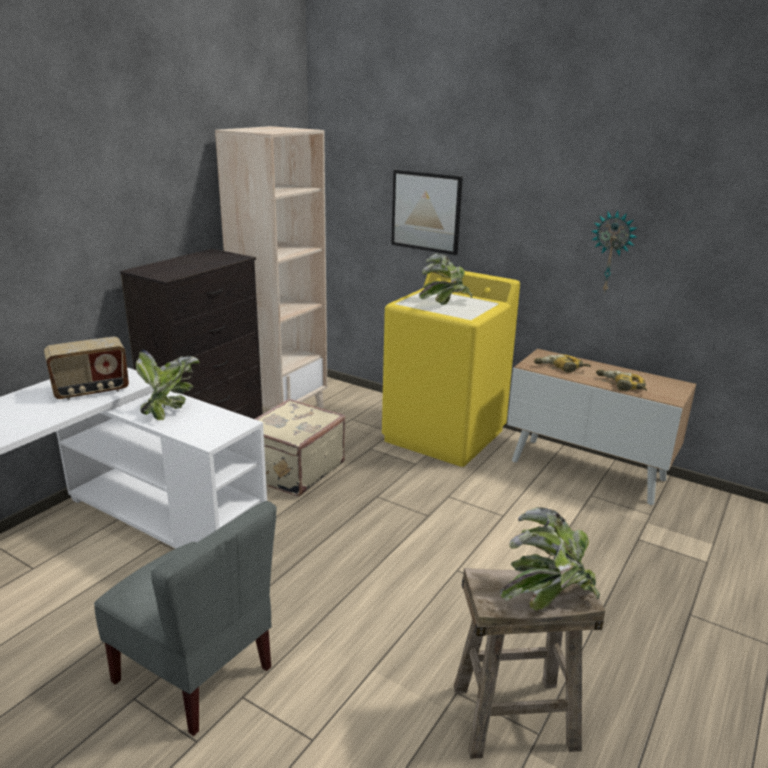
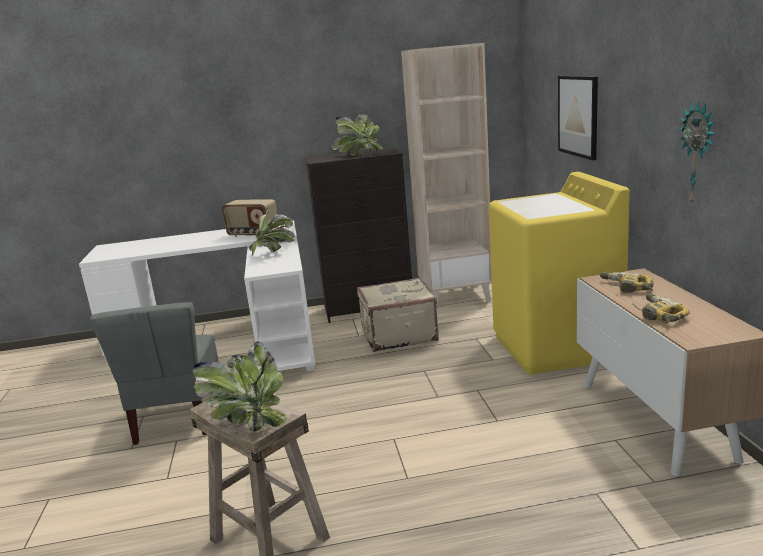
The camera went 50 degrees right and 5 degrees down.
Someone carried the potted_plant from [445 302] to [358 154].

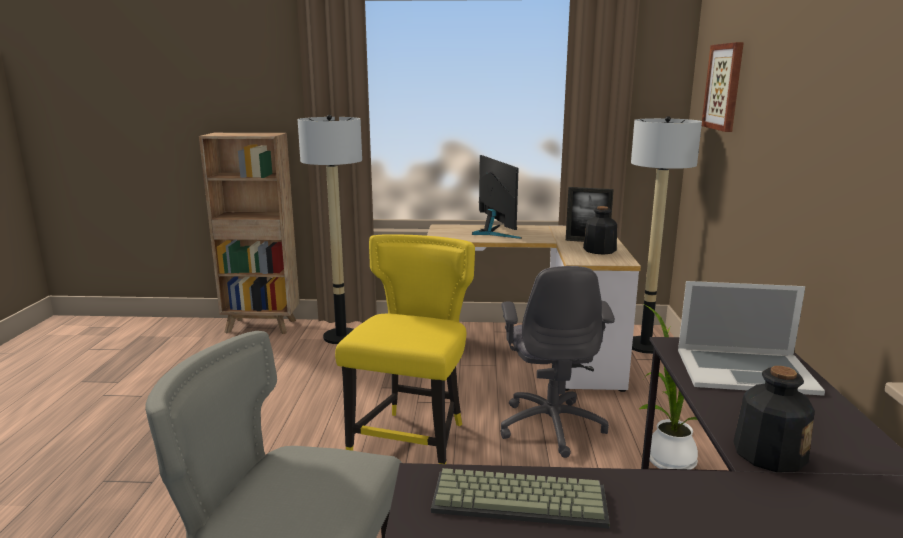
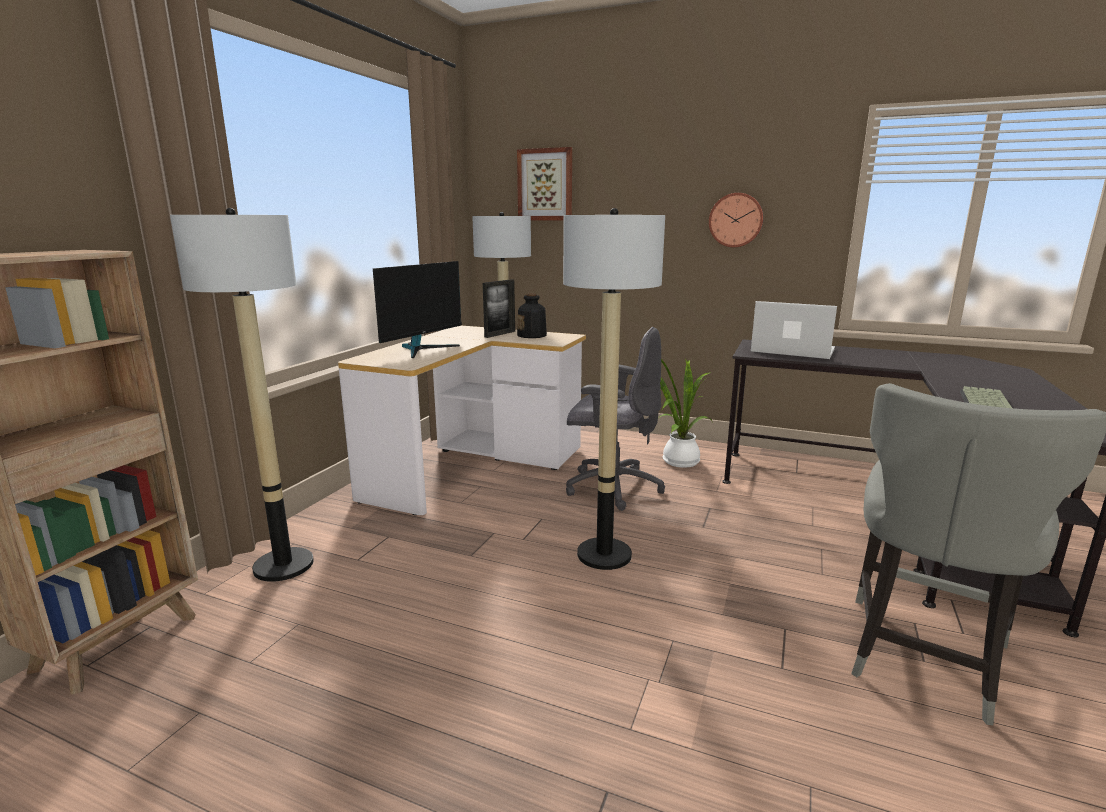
The camera went 70 degrees left and 0 degrees up.
Someone rotated the monitor at [493 232] by 120 degrees clockwise.
Someone swapped the yellow_chair at [413 441] for the floor_lamp at [604 554].
Someone rotated the laptop at [745 370] by 90 degrees counterclockwise.
Someone took away the bottle at [768 453].
Someone put up the wall_clock at [736 220].

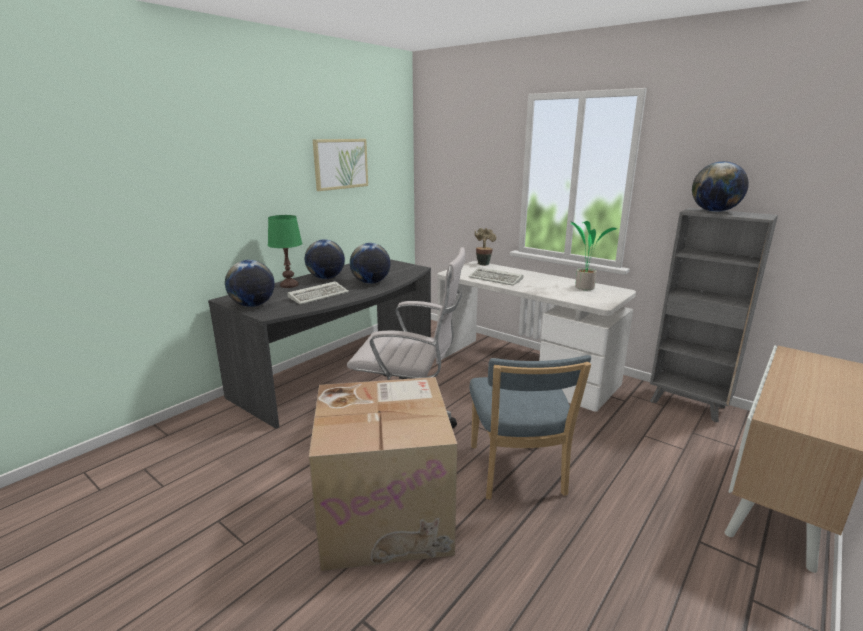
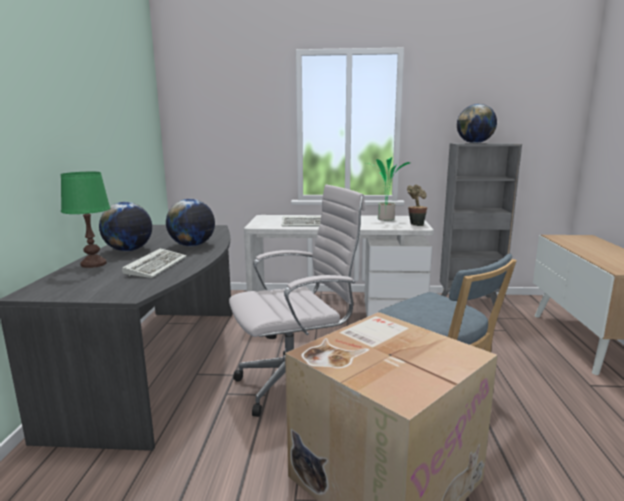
The camera went 35 degrees left and 5 degrees down.
Someone took away the picture at [340 164].
Someone carried the potted_plant from [483 263] to [416 224].
Someone took away the globe at [253 305].

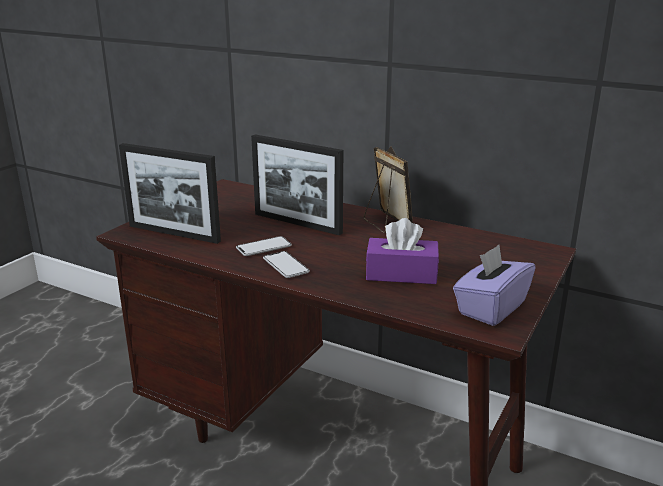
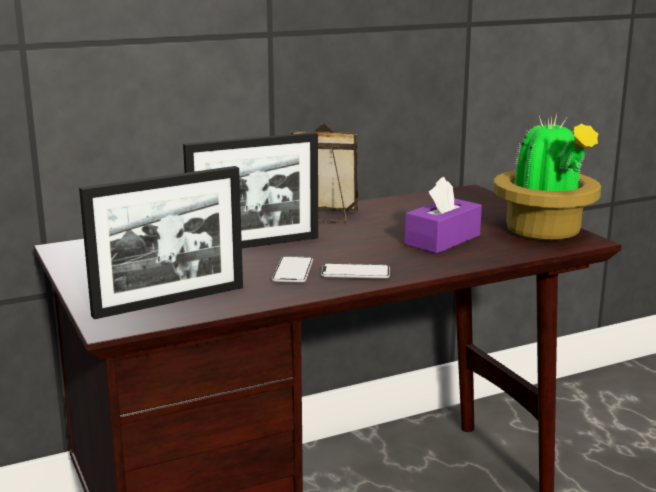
The camera went 55 degrees left and 5 degrees down.
Someone swapped the purple_tissue_box at [490 308] for the potted_plant at [544 232].

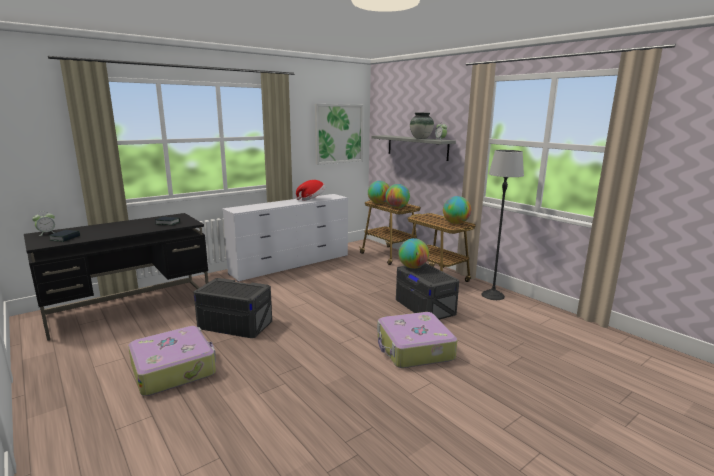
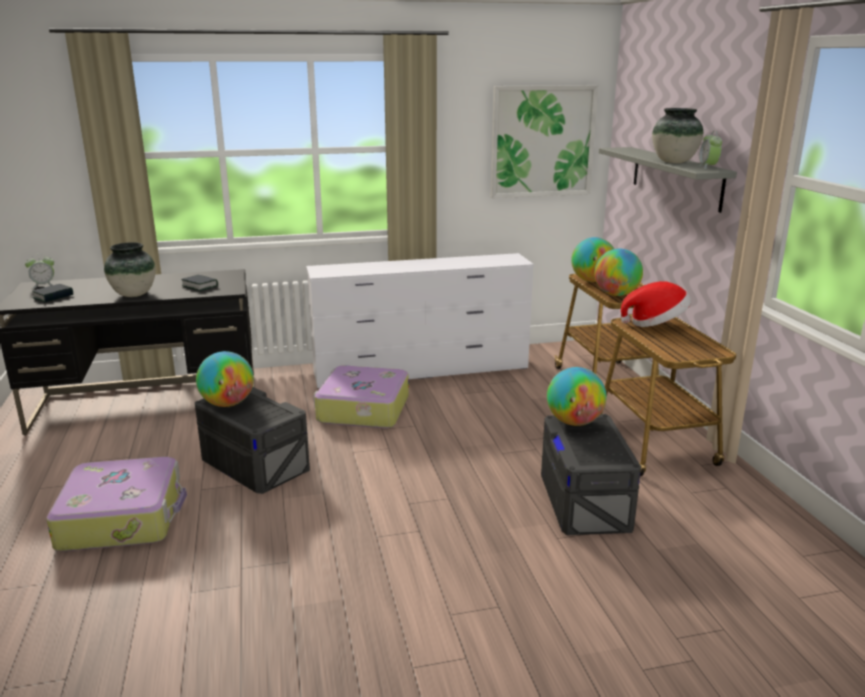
The camera went 25 degrees right and 5 degrees up.
Someone took away the floor_lamp at [493 295].
Someone carried the hat from [312 199] to [655 324].
Someone carried the globe from [456 223] to [227 404].
Someone carried the suitcase from [414 349] to [362 409].
Someone put down the vase at [134 294].

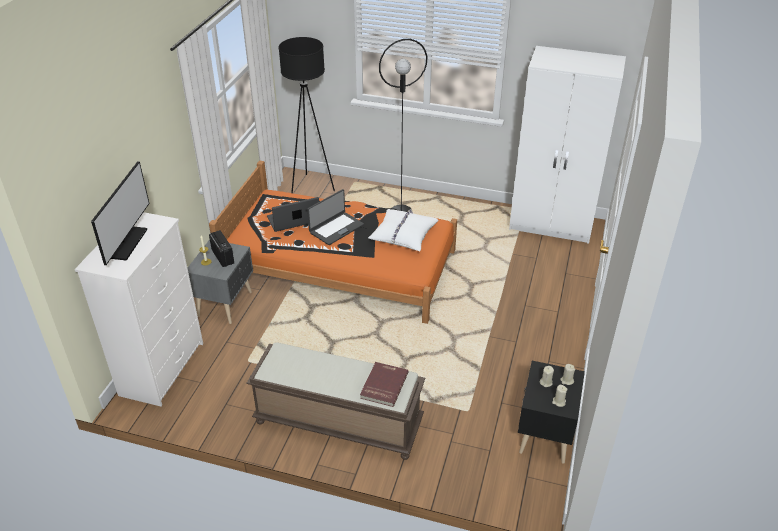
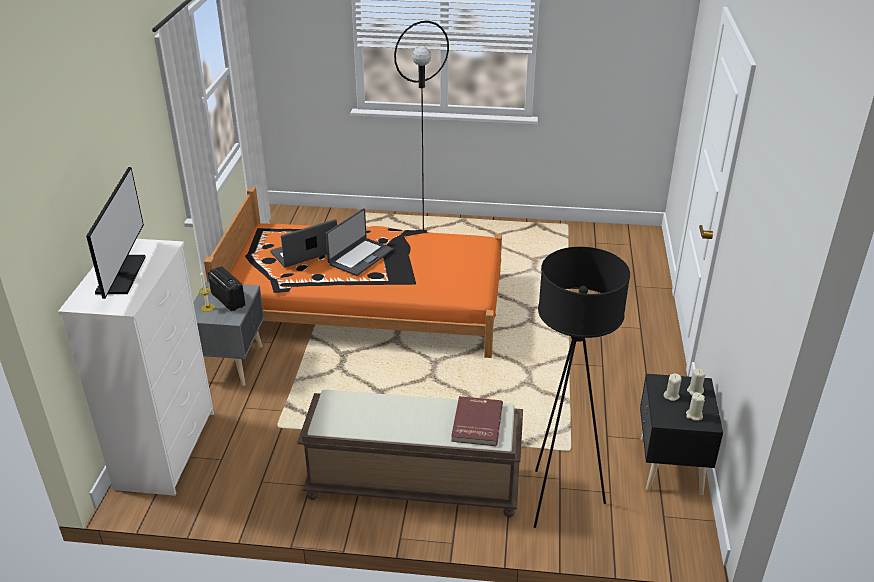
The camera went 10 degrees left and 5 degrees down.
Someone carried the black_floor_lamp from [311 187] to [559 500].
Someone took away the white_wardrobe at [552 225].
Someone took away the white_pillow at [403 235].

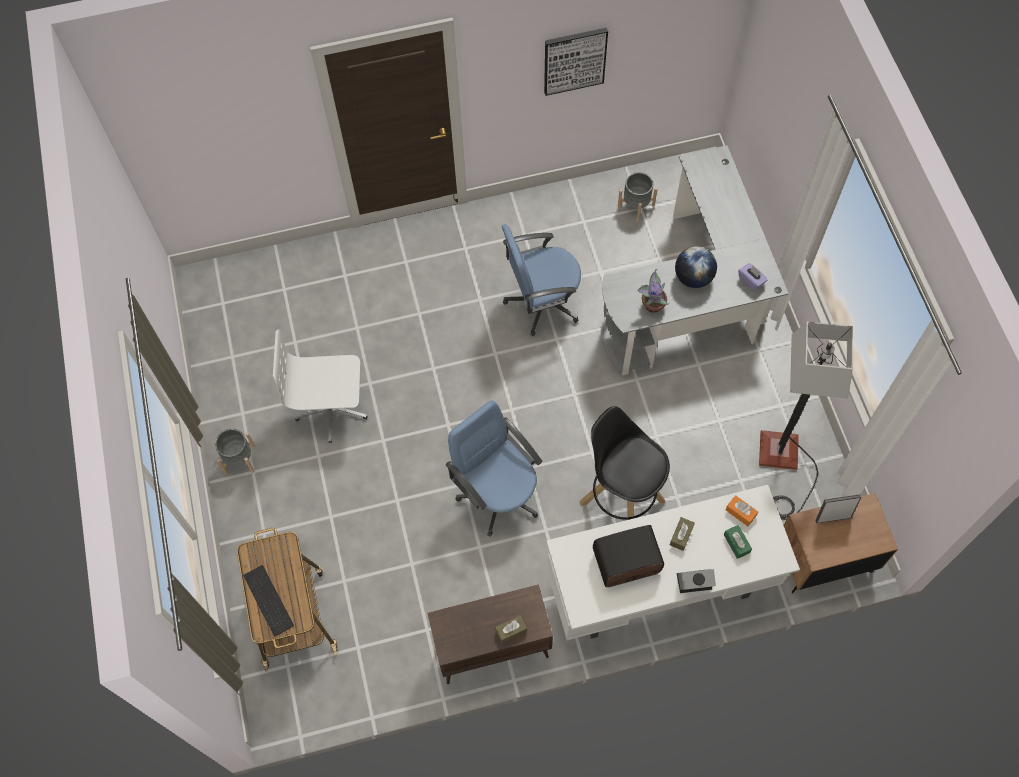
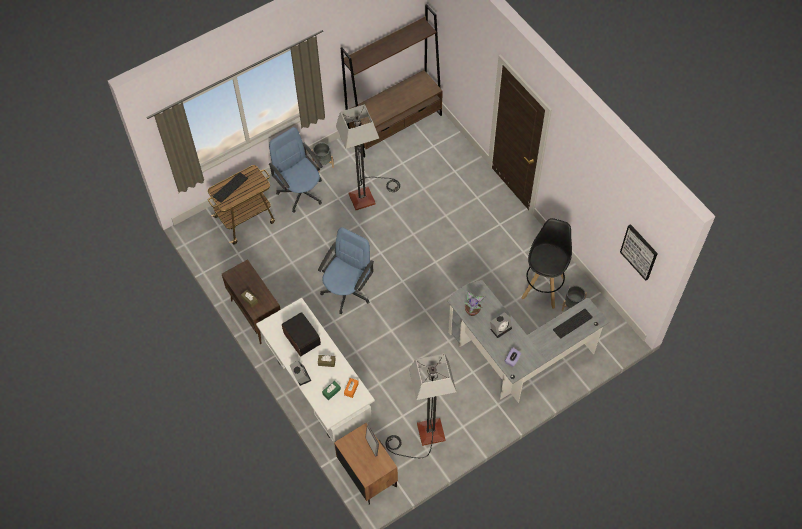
The camera went 70 degrees right and 5 degrees down.
Someone carried the picture from [574 60] to [639 252].
Someone carried the blue_office_chair from [541 302] to [301 192].
Someone swapped the globe at [693 278] for the alarm_clock at [501 328].
Someone swapped the white_office_chair at [332 409] for the floor_lamp at [368 194].
Someone carried the black_stool from [621 501] to [543 287].
Someone put down the brown_bookcase at [395 126].
Someone put down the keyboard at [573 324].

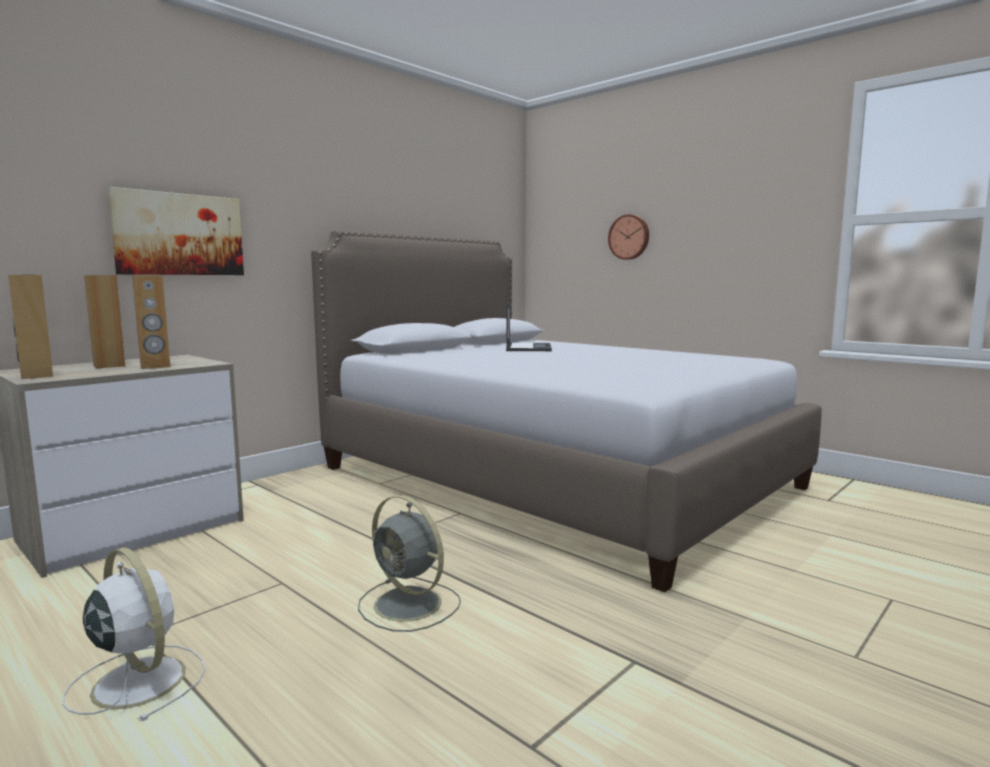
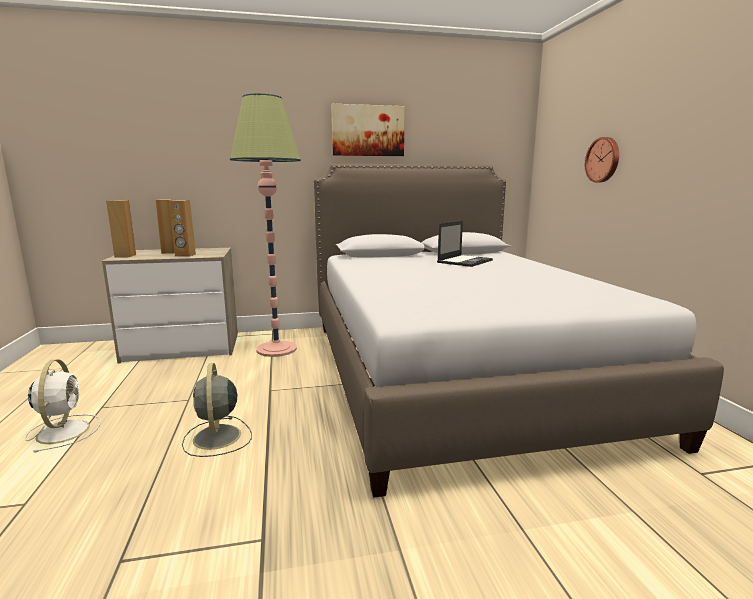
The camera went 35 degrees right and 5 degrees up.
Someone carried the picture from [179 234] to [368 131].
Someone put down the floor_lamp at [276 349].

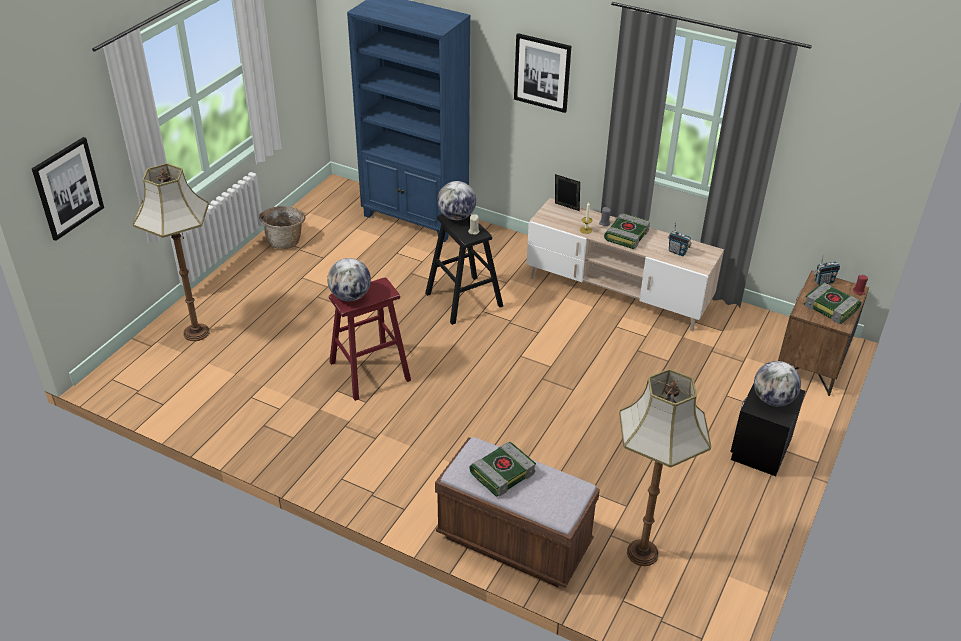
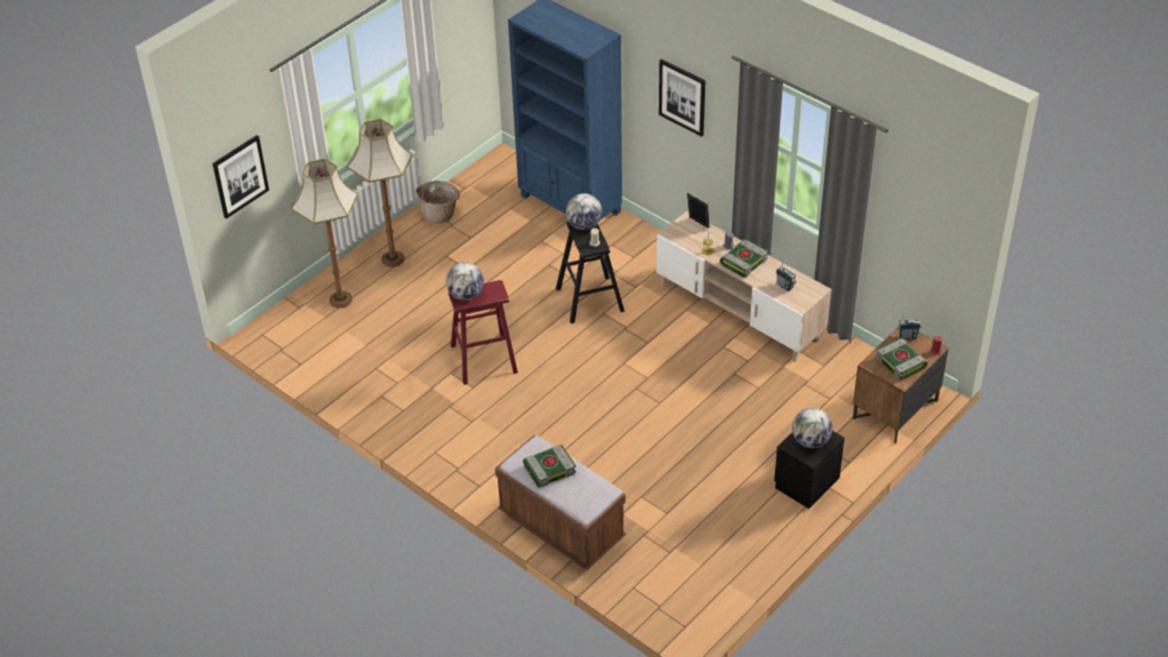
The camera went 15 degrees right and 5 degrees up.
Someone carried the floor_lamp from [641 553] to [392 259].

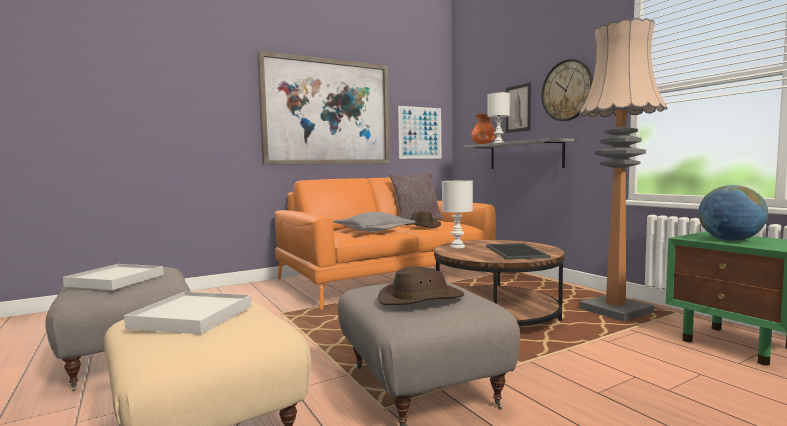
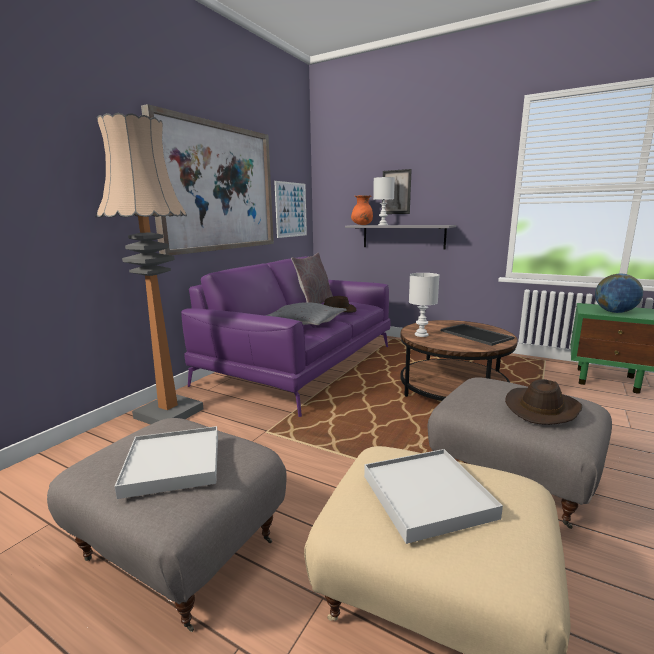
The camera went 30 degrees left and 10 degrees up.
Someone carried the floor_lamp from [615 311] to [169 413].
Someone took away the wall_clock at [567 90].
Someone repainted the orange_sofa at [387 278], which became the purple_sofa at [301 364].

